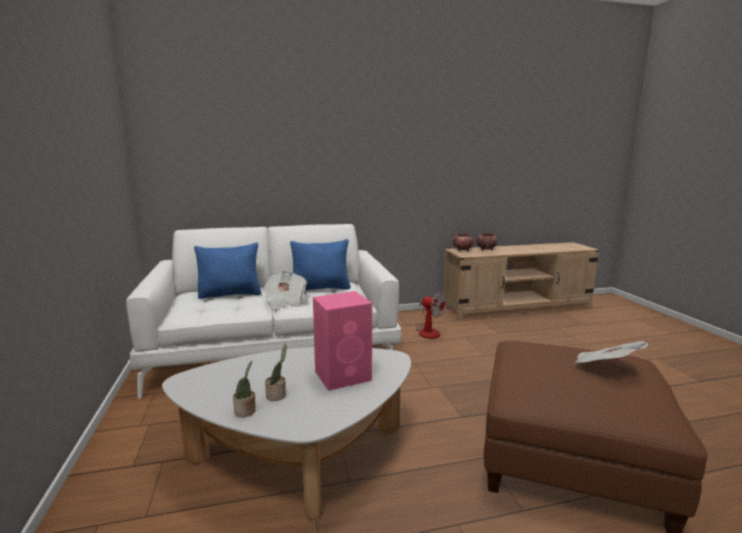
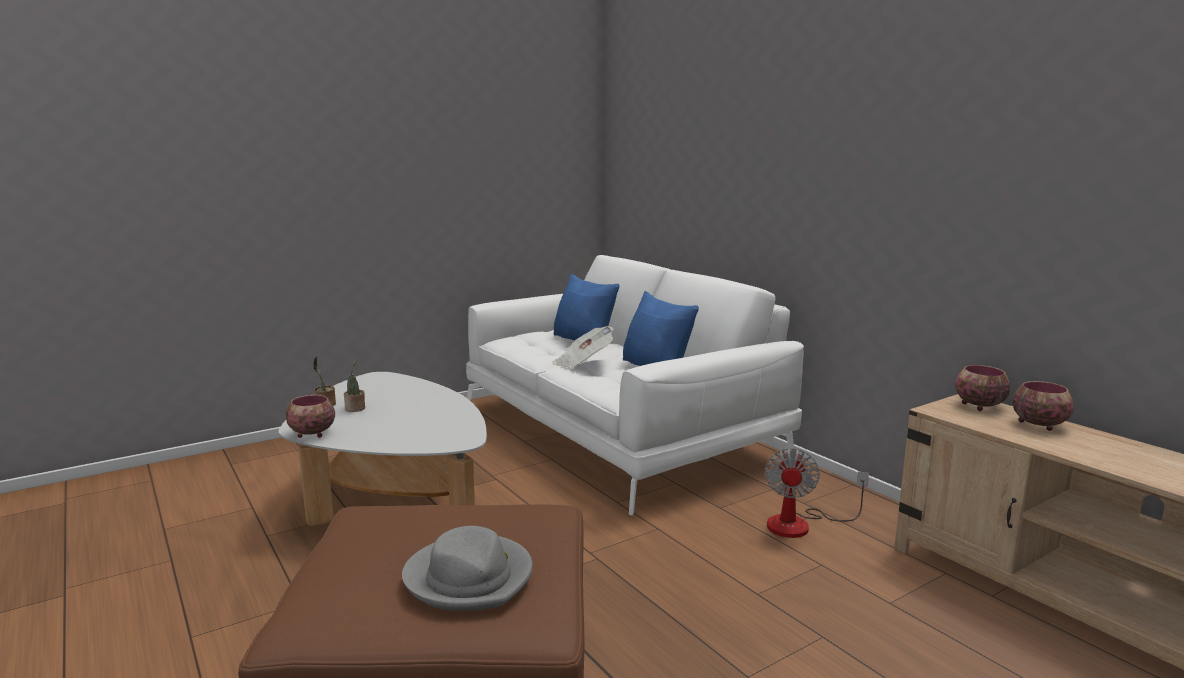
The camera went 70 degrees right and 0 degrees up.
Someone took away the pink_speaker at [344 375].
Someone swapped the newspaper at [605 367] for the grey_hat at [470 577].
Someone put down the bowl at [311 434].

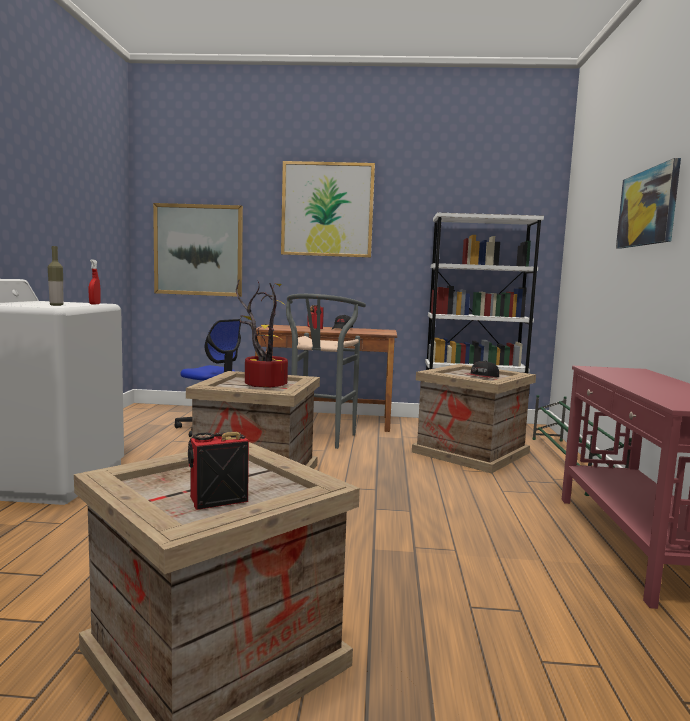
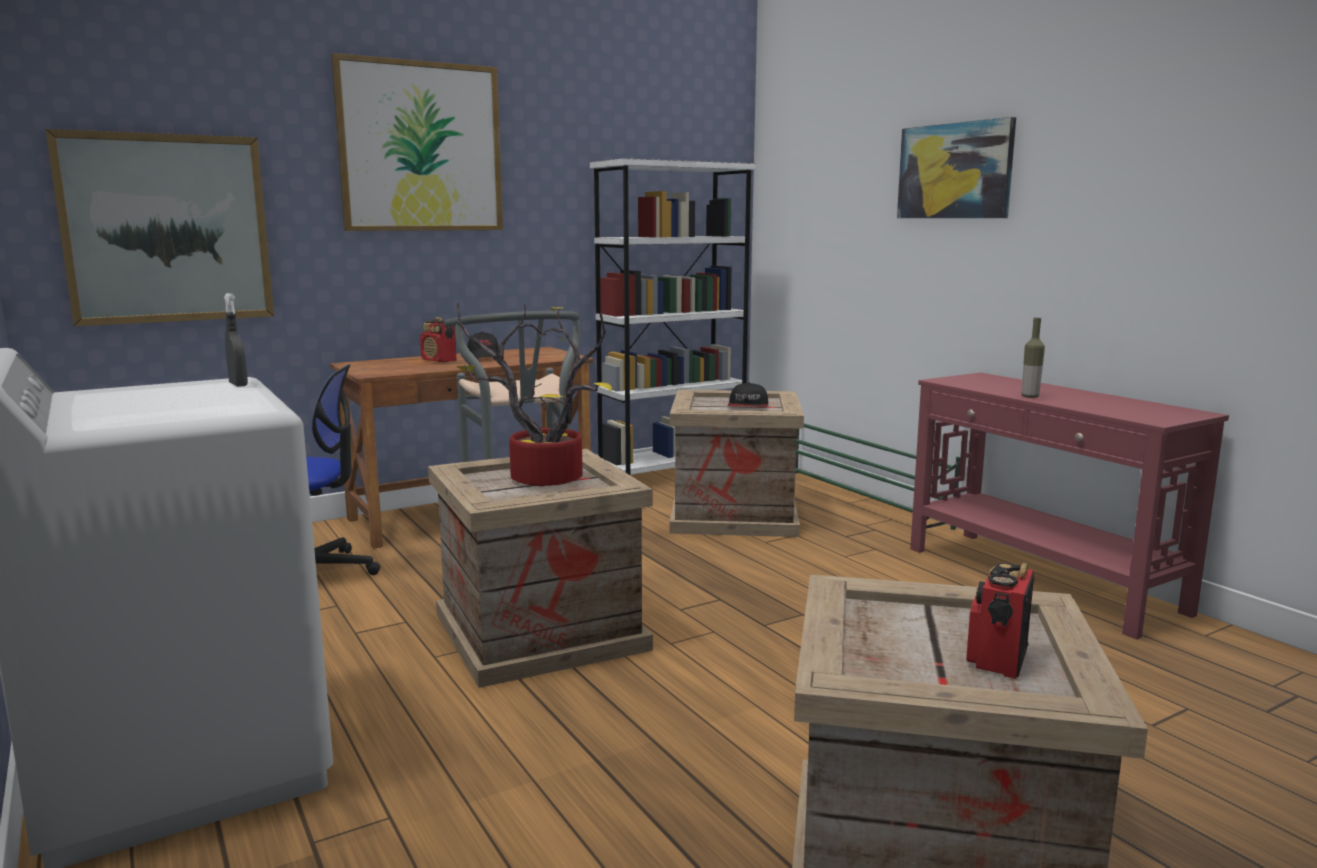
The camera went 35 degrees left and 5 degrees up.
Someone carried the bottle from [56 305] to [1030 397].
Someone repainted the red_spray_bottle at [94 304], which became the grey_spray_bottle at [238 385].

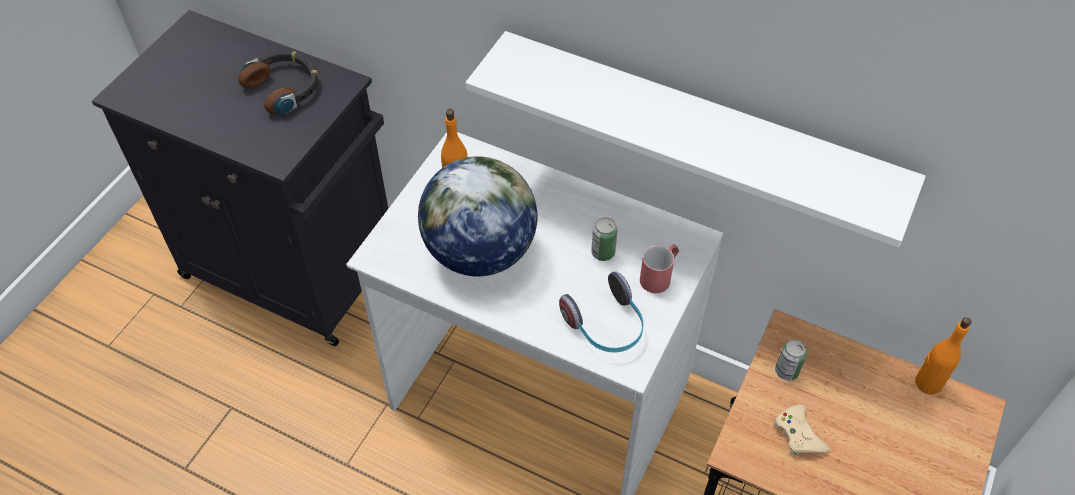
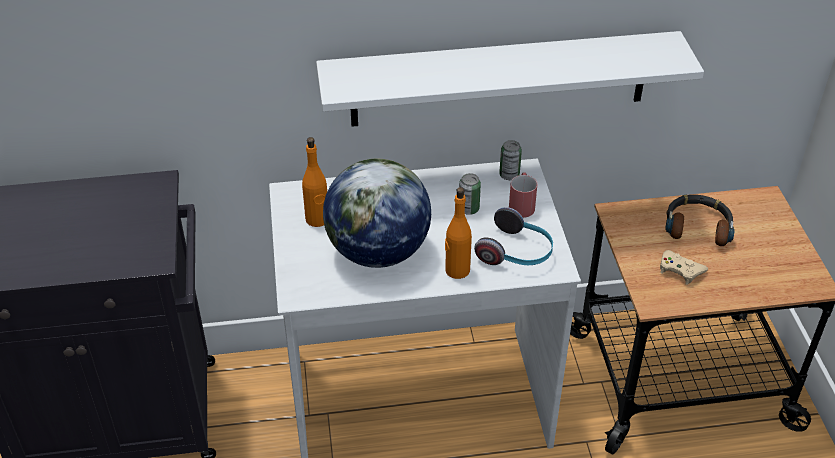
The camera went 35 degrees left and 10 degrees down.
Someone carried the headphones from [284 87] to [698 226].
Someone carried the orange_bottle from [928 383] to [457 270].
Someone carried the can from [786 371] to [509 175].

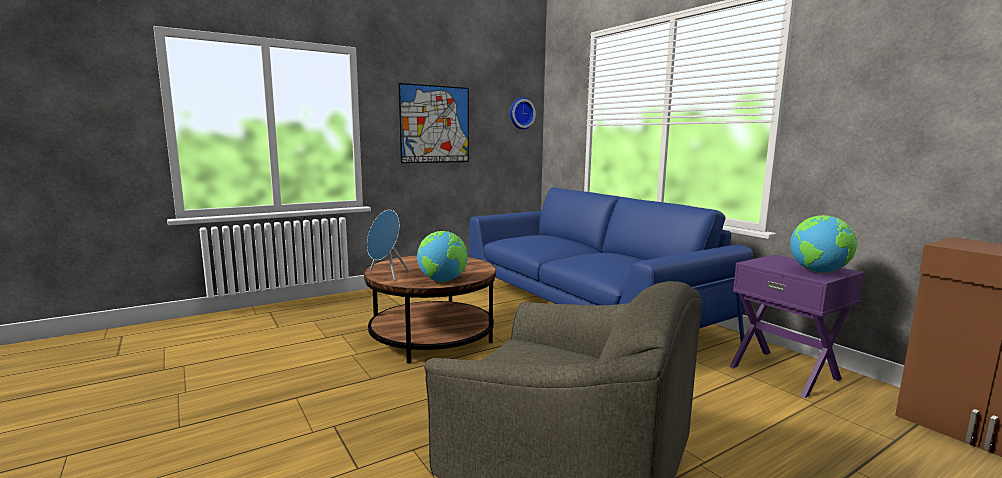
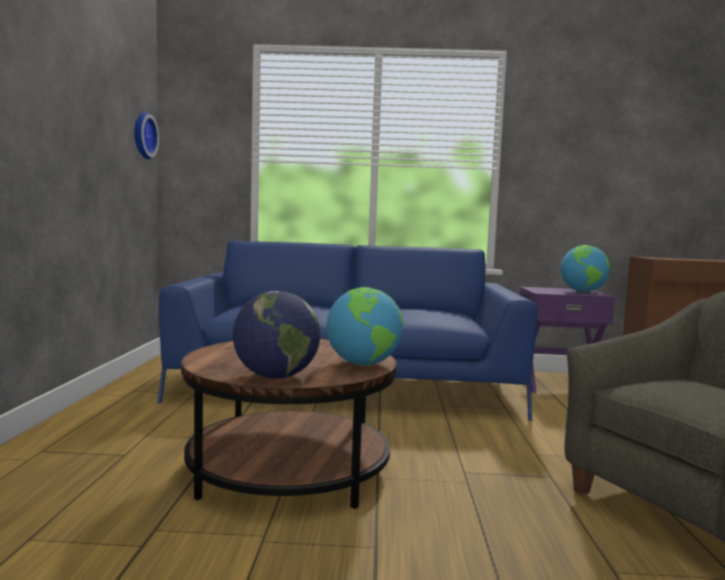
The camera went 55 degrees left and 5 degrees down.
Someone took away the picture at [435 124].
Someone swapped the blue_speaker at [386 275] for the globe at [275 377].

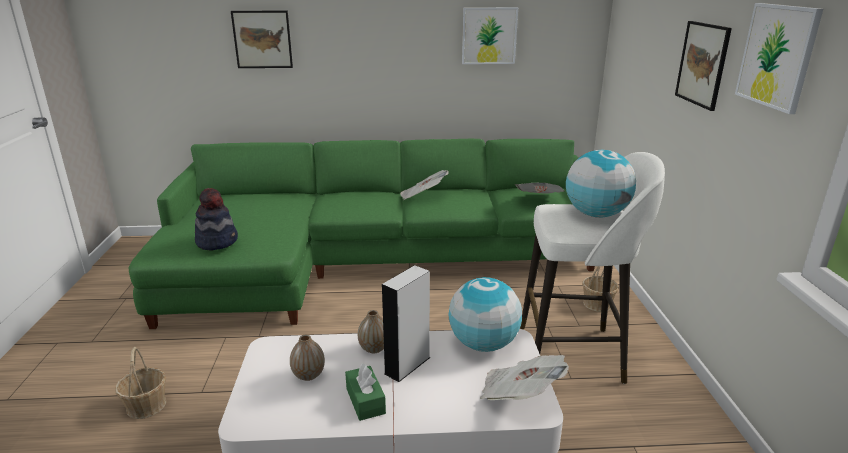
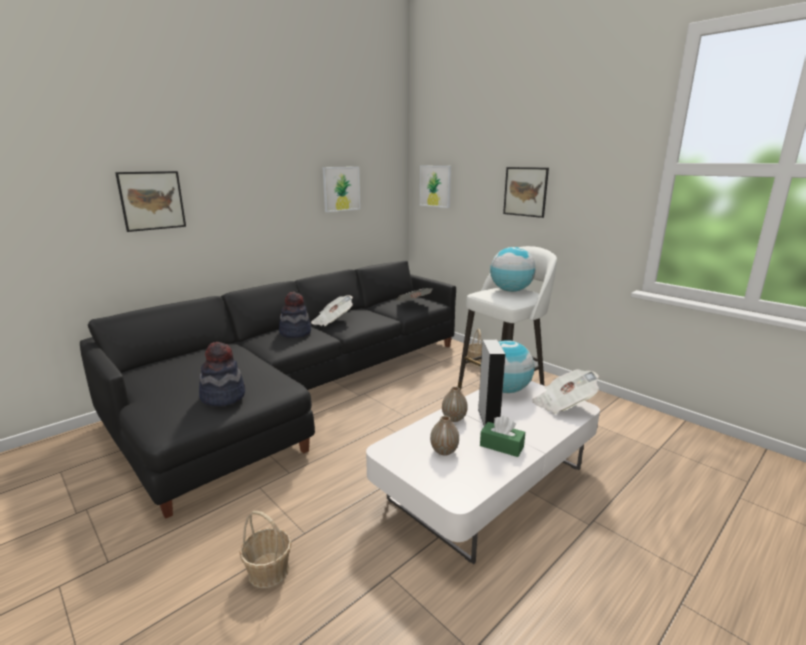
The camera went 40 degrees left and 5 degrees down.
Someone carried the picture from [777 56] to [435 186].
Someone repainted the green_sofa at [365 262], which became the black_sofa at [297 390].
Someone put down the hat at [295 332].

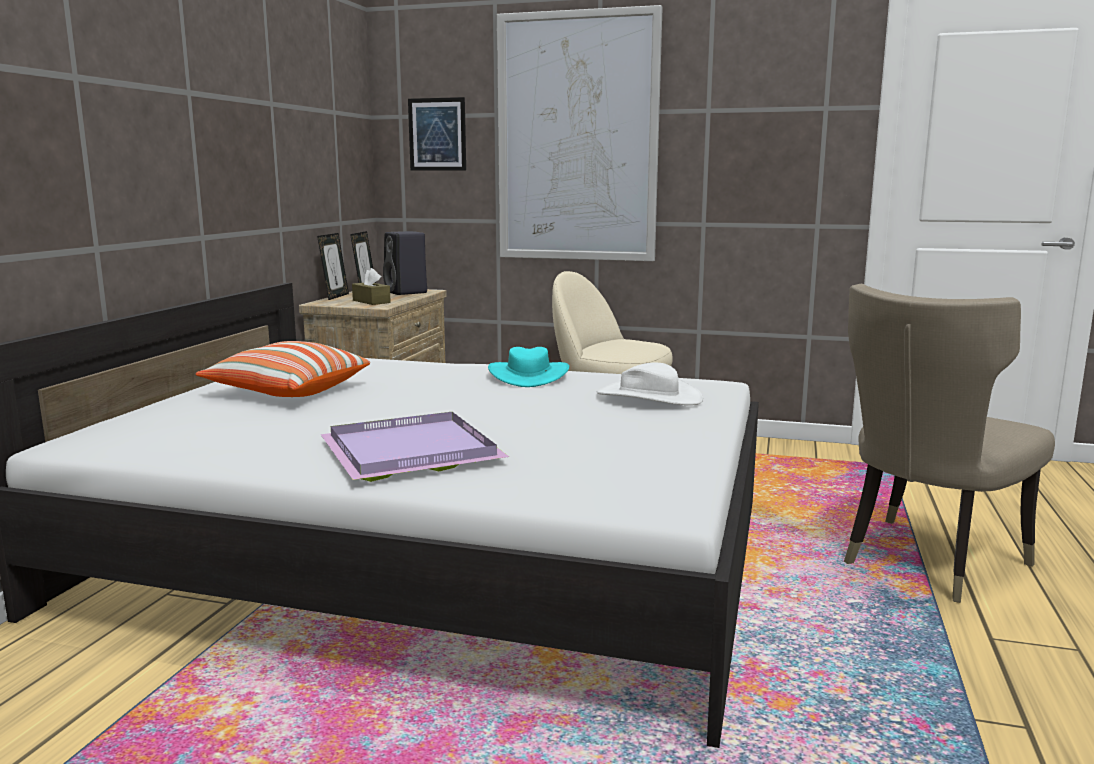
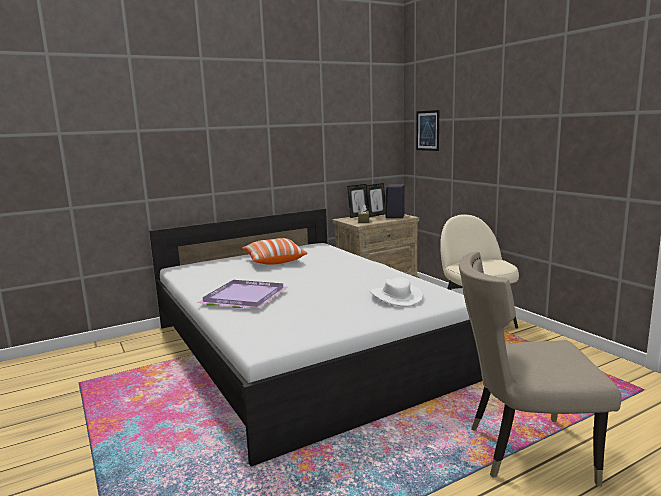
The camera went 45 degrees right and 0 degrees up.
Someone took away the picture at [577 138].
Someone took away the turquoise_hat at [529 375].

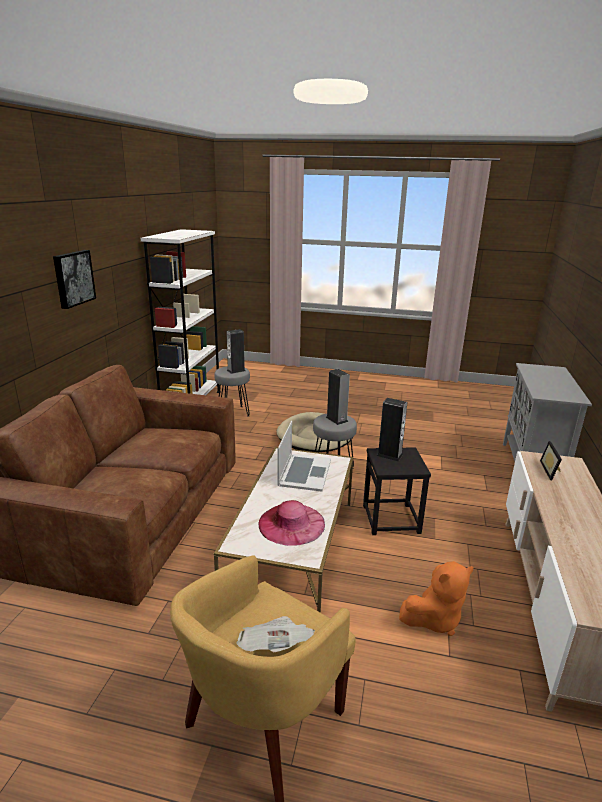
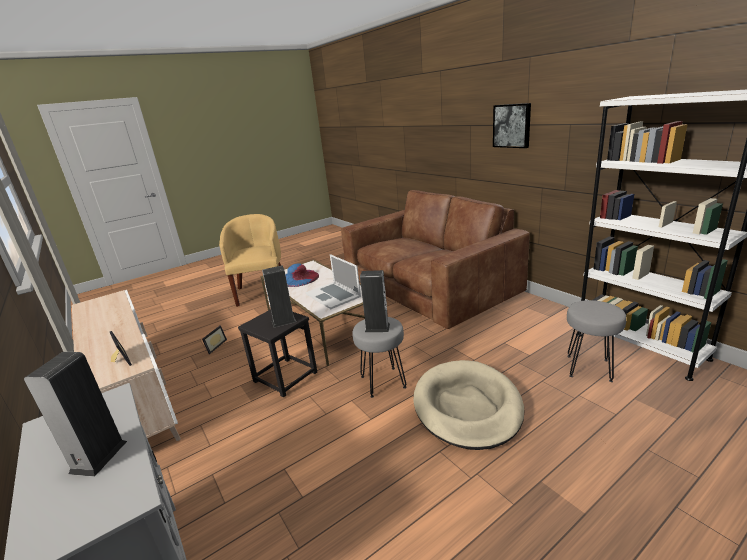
The camera went 135 degrees right and 0 degrees up.
Someone carried the speaker from [236 370] to [98 457].
Someone repainted the pink_hat at [291 524], which became the blue_hat at [298 278].
Someone swapped the orange_plush_toy at [434 619] for the picture_frame at [214 346].
Someone took away the newspaper at [275 649].

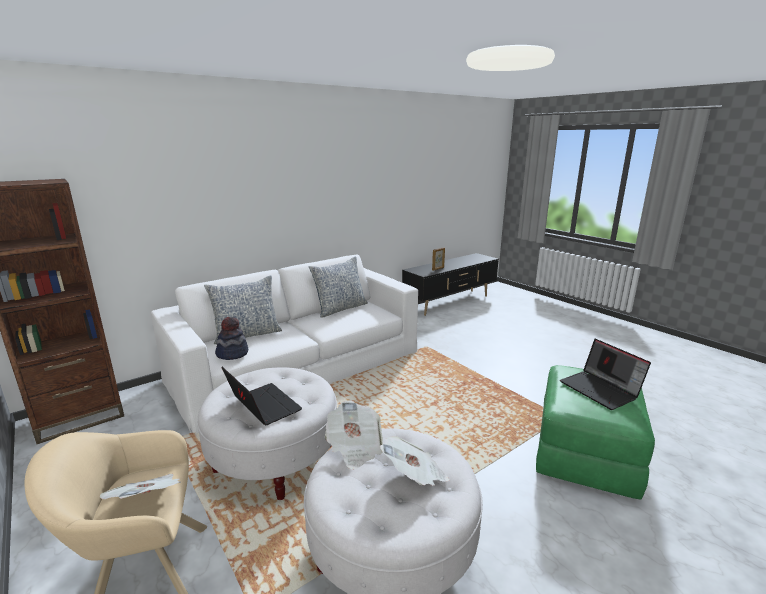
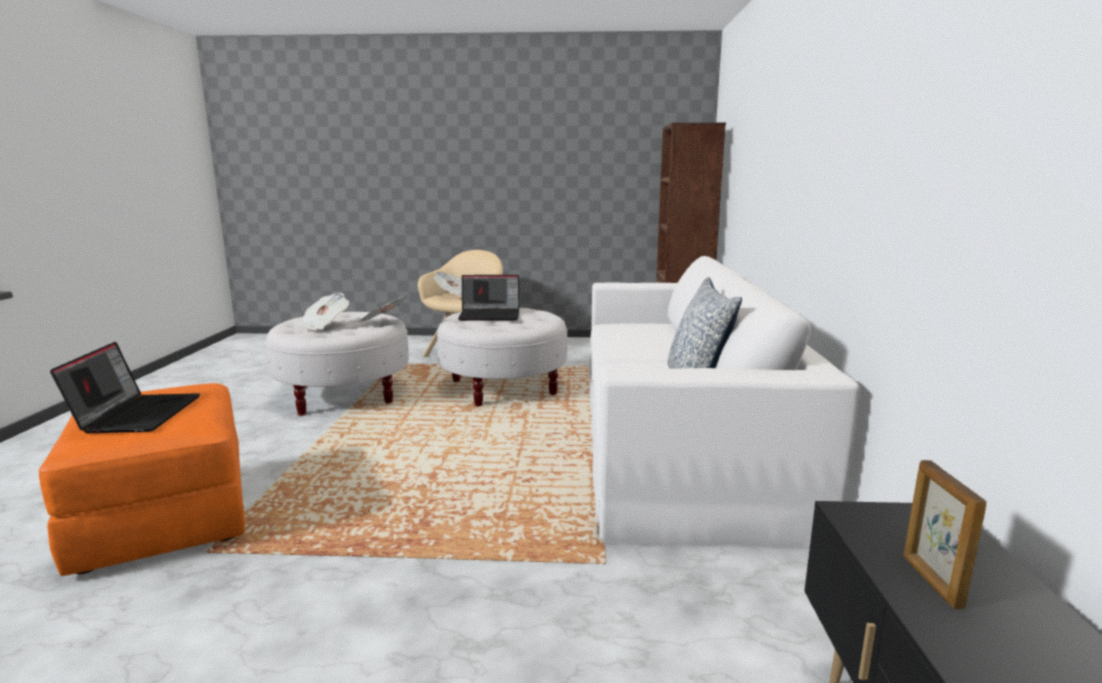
The camera went 130 degrees right and 5 degrees down.
Someone took away the pillow at [247 334].
Someone took away the hat at [232 353].
Someone rotated the laptop at [601 389] by 75 degrees clockwise.
Someone repainted the green_ottoman at [585 454], which became the orange_ottoman at [164 516].

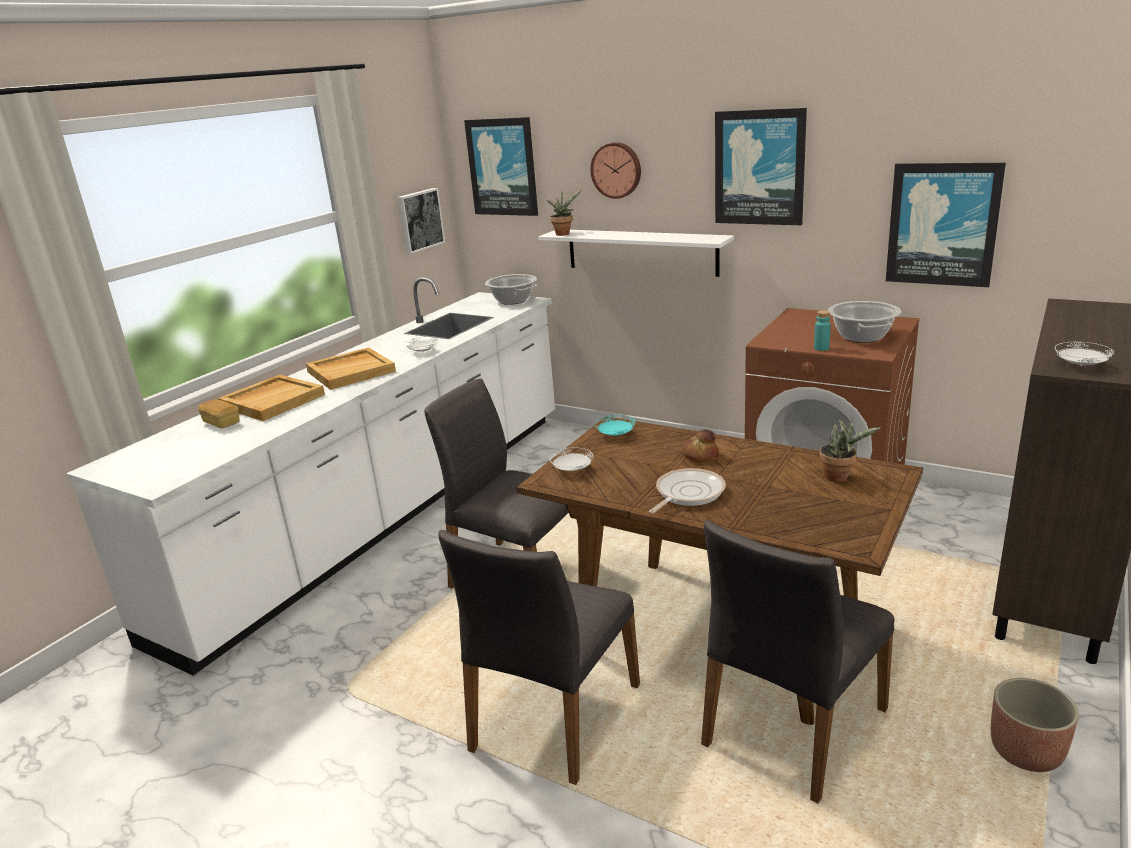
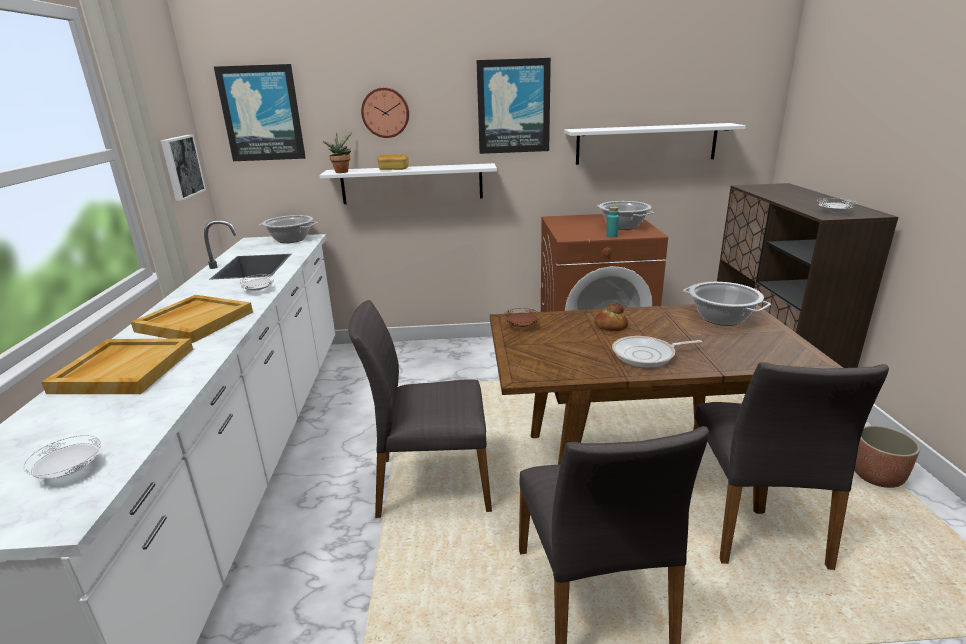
The camera went 35 degrees left and 0 degrees up.
Someone swapped the picture at [942 224] for the white_shelf at [646 144].
Someone carried the bread from [221 423] to [393 169].
Someone repainted the turquoise_plate at [615 435], which became the brown_plate at [521 326].
Someone swapped the potted_plant at [840 477] for the cooking_pot at [721 318].
Someone carried the white_plate from [572 470] to [70 471].
Someone rotated the frying_pan at [687 493] by 105 degrees counterclockwise.

